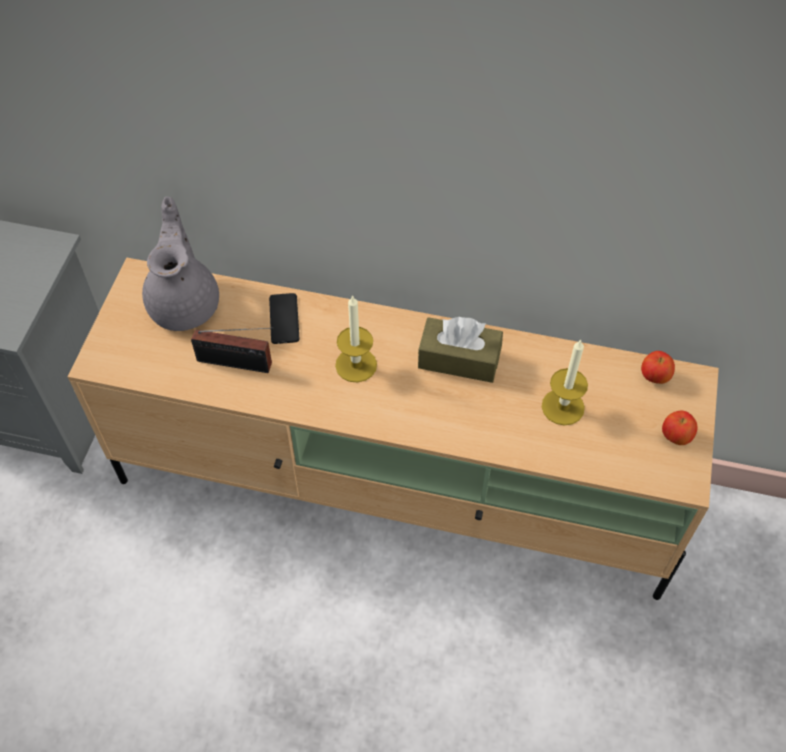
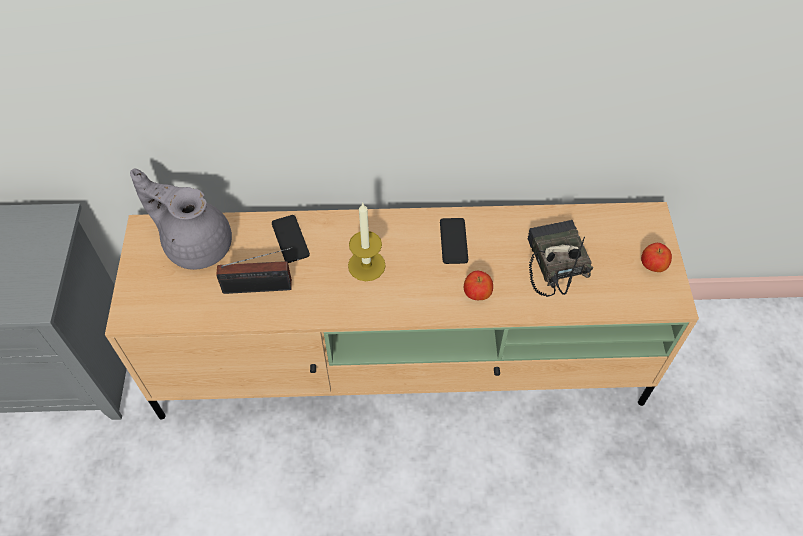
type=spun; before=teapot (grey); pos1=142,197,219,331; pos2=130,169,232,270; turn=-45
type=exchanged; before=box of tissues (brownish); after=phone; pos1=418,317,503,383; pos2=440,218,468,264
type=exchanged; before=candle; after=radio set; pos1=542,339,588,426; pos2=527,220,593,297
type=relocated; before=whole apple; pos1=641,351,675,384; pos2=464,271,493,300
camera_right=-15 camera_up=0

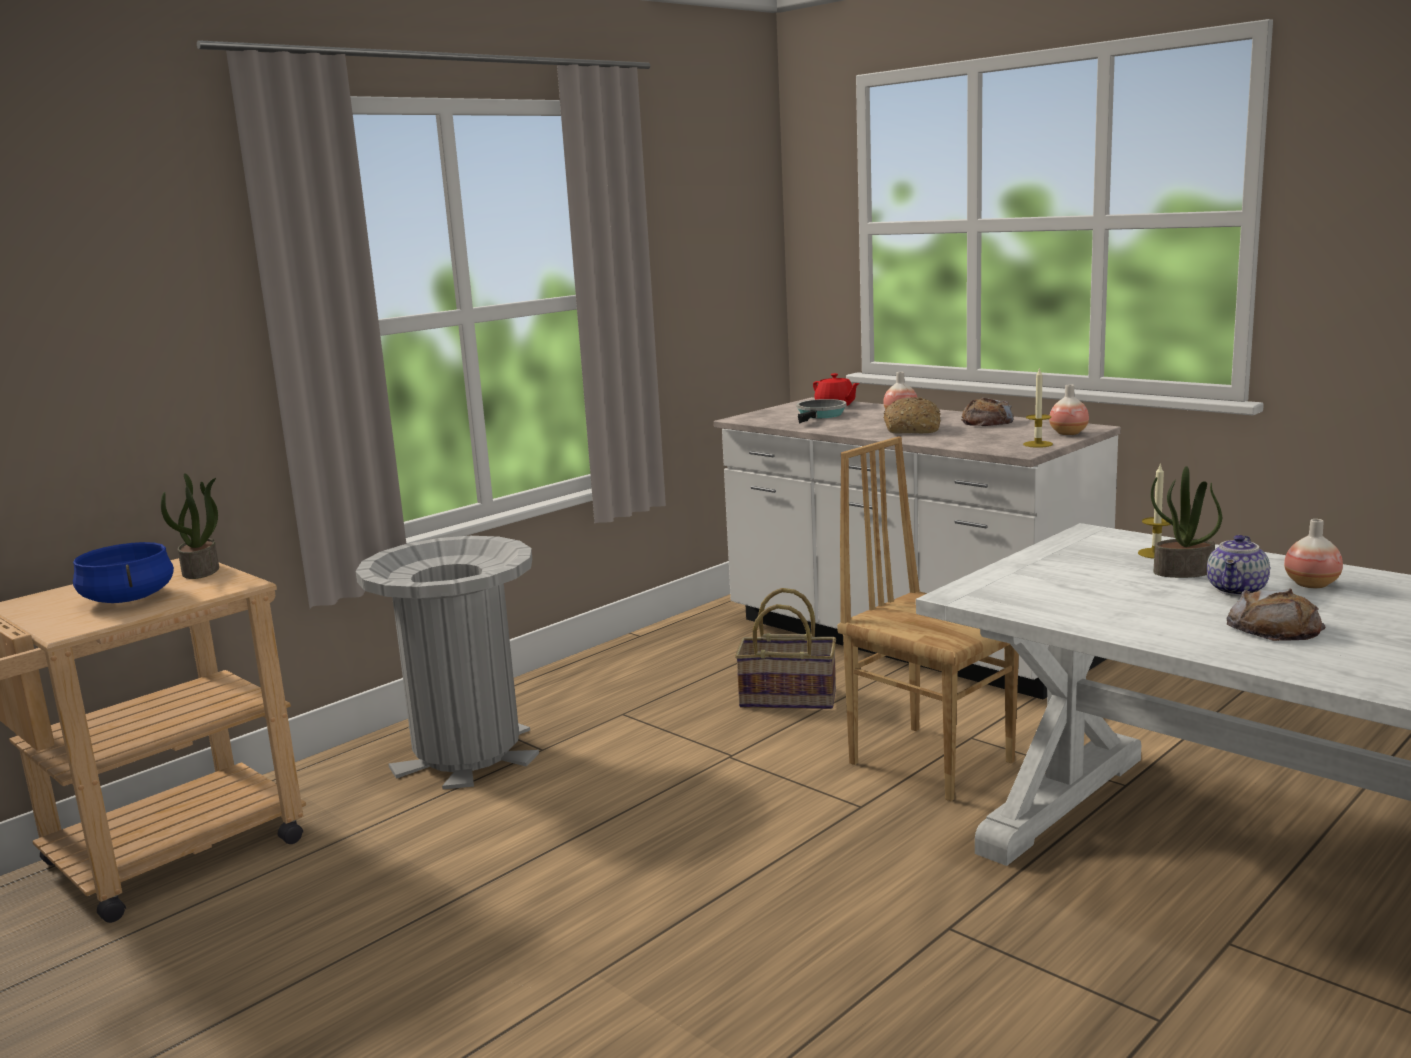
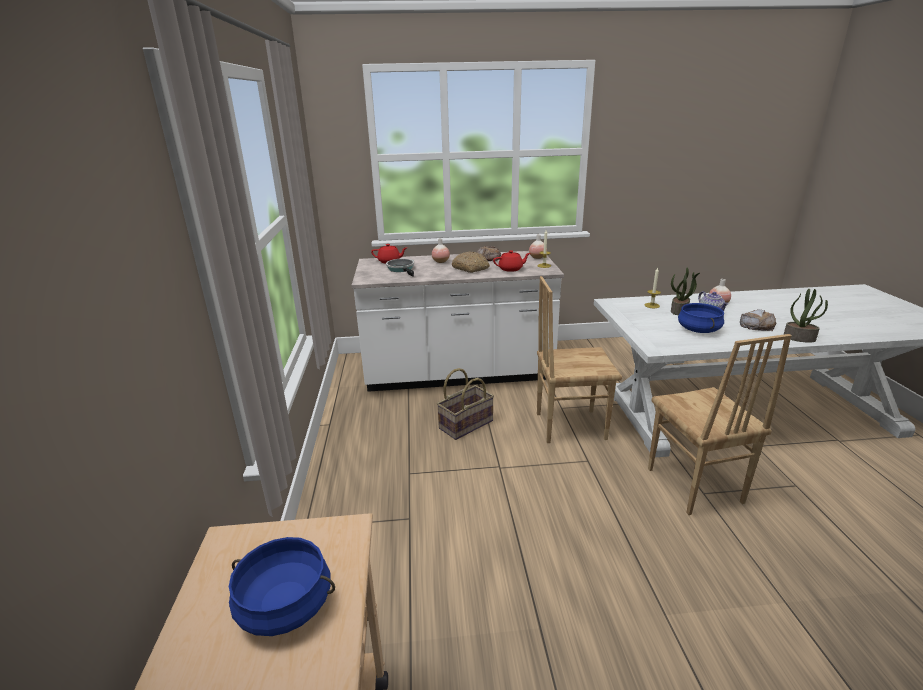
type=relocated; before=plant in a pot; pos1=161,473,219,579; pos2=783,289,828,343
type=missing; before=waste bin (grey); pos1=356,536,539,789
type=appeared; after=teapot (reddish); pos2=493,250,530,272
type=appeared; after=cooking pot (bluish); pos2=678,303,724,333
type=appeared; after=chair (brownish); pos2=648,334,792,515
camera_right=-50 camera_up=10

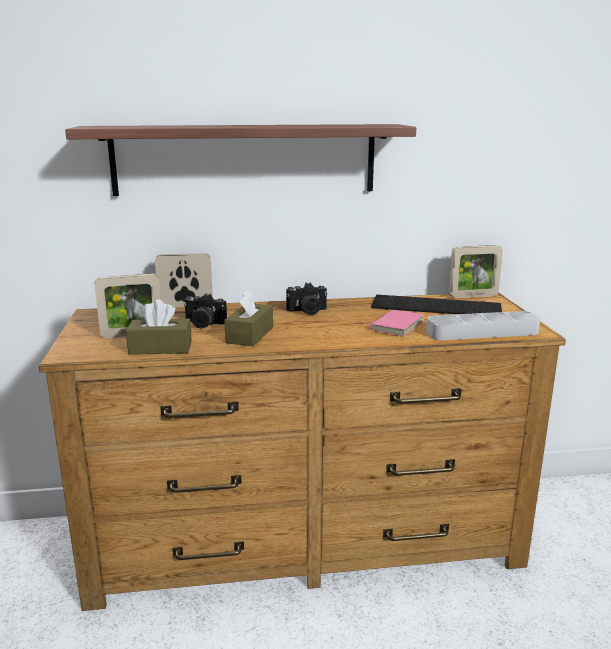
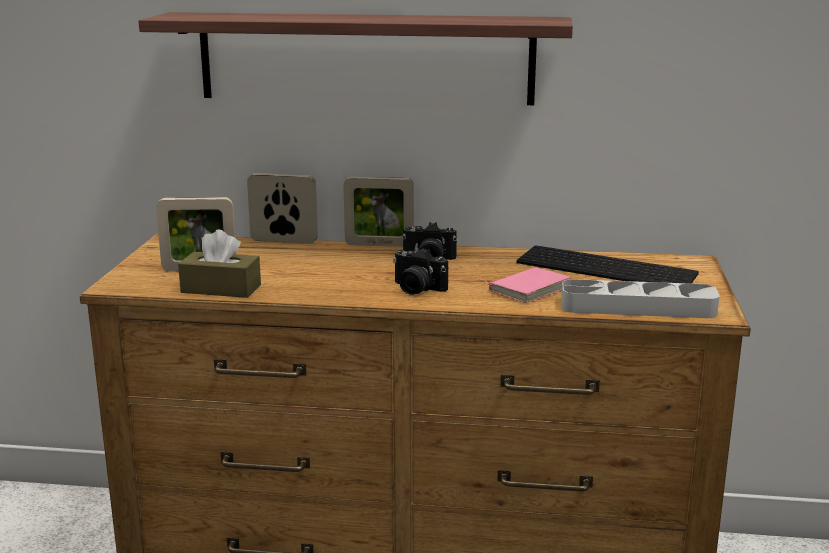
type=relocated; before=photo frame; pos1=449,245,503,298; pos2=344,177,414,247
type=missing; before=box of tissues (brownish); pos1=224,289,273,346
type=relocated; before=still camera; pos1=184,294,227,328; pos2=393,248,448,295
camera_right=15 camera_up=0

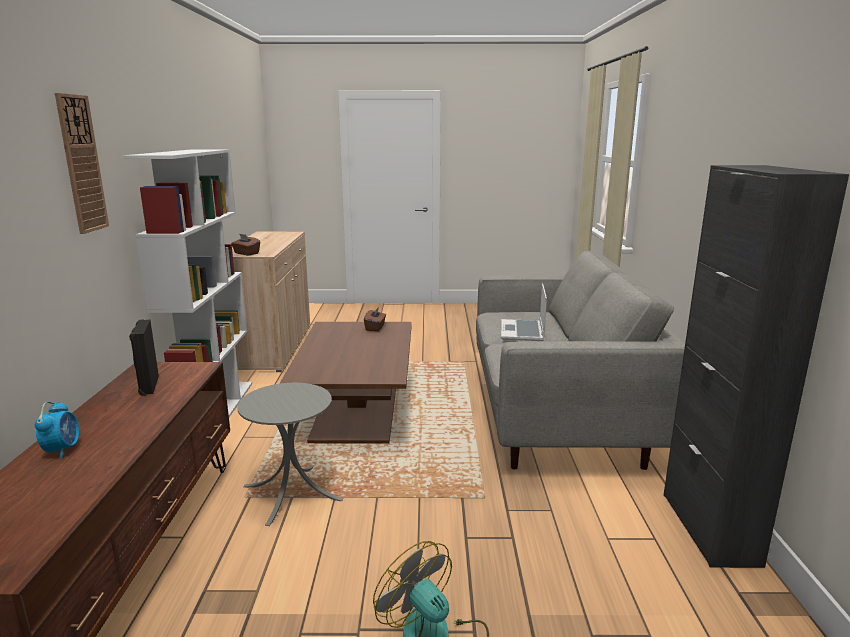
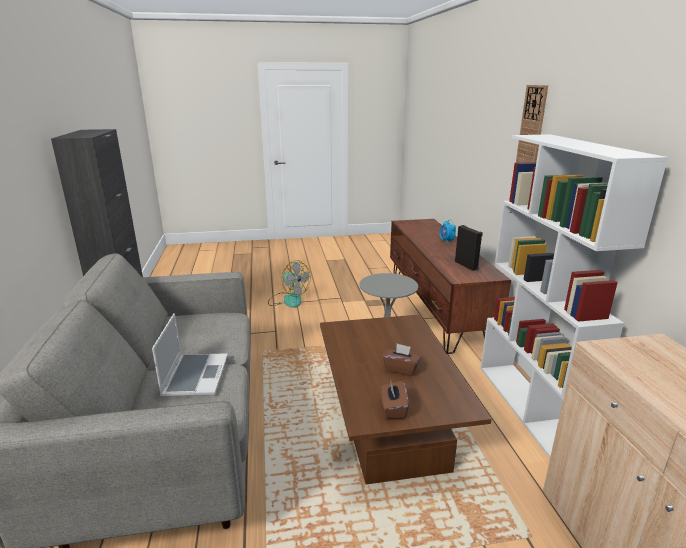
type=relocated; before=box of tissues (brownish); pos1=231,233,260,255; pos2=383,344,421,376
camera_right=170 camera_up=5

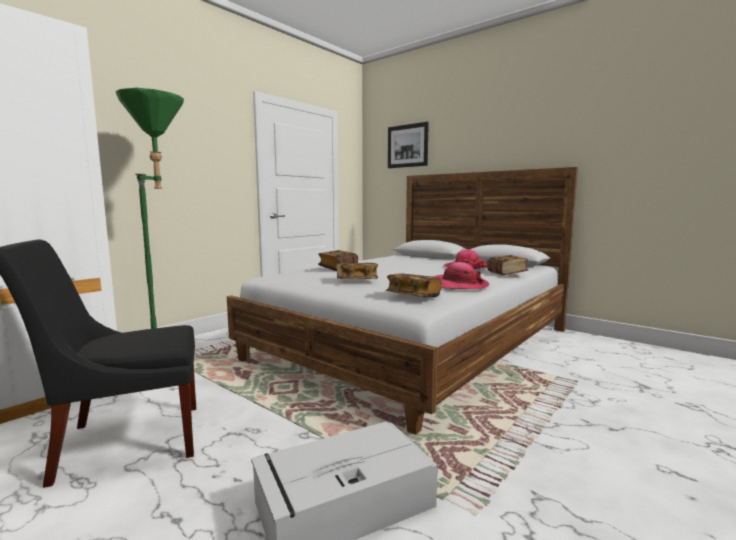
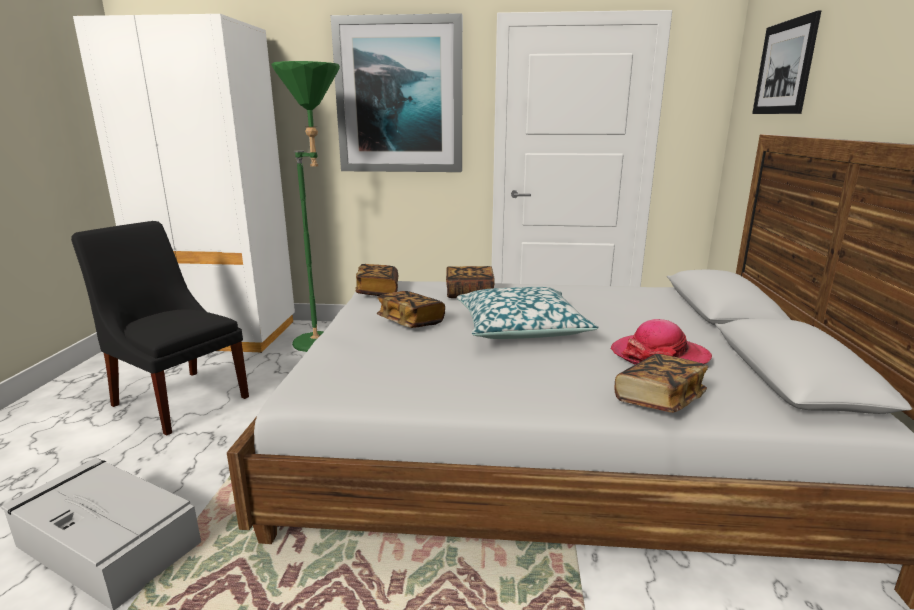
type=missing; before=clothing hat; pos1=433,262,490,289
type=relocated; before=book; pos1=386,273,442,298; pos2=355,264,398,296
type=appeared; after=picture; pos2=331,13,463,172
type=appeared; after=cushion; pos2=457,287,598,339
camera_right=55 camera_up=10

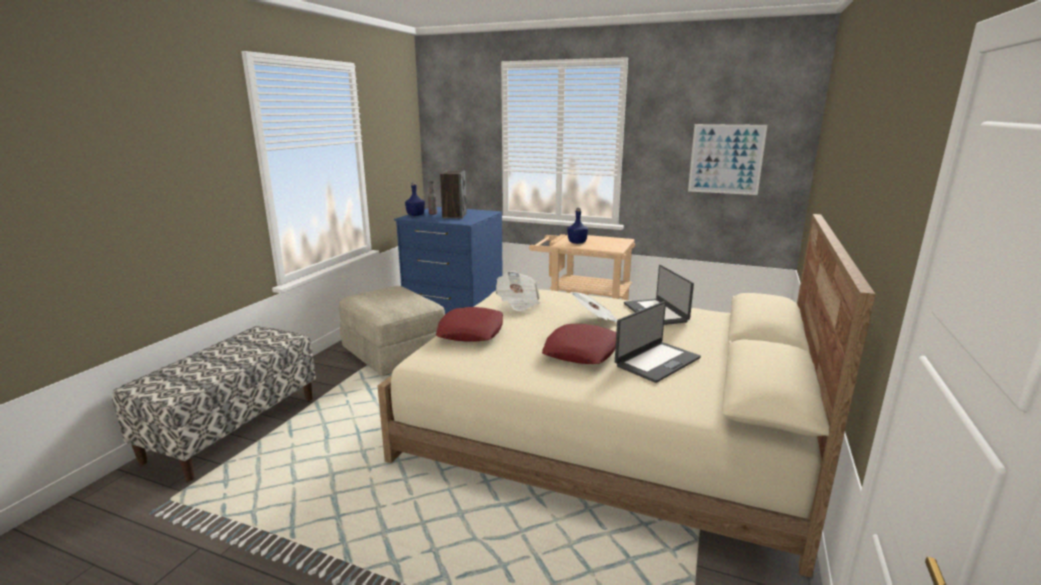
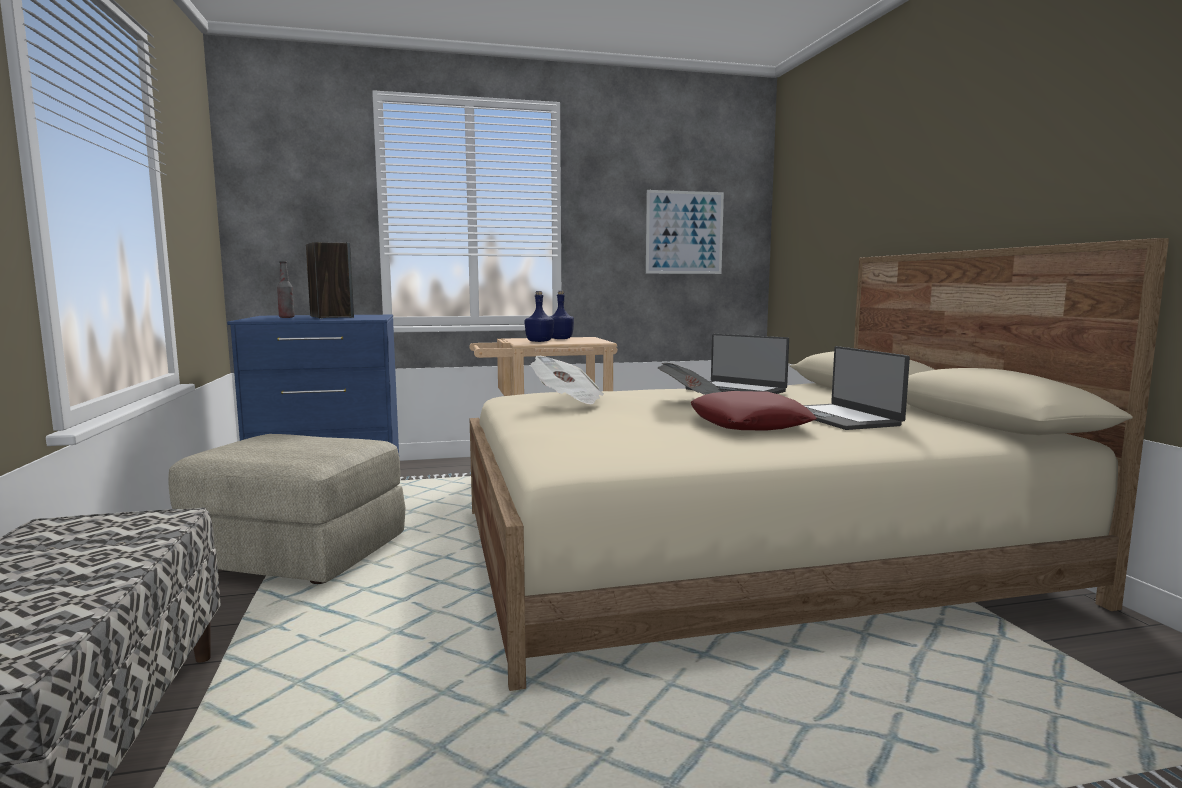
type=relocated; before=bottle (bluish); pos1=405,182,425,216; pos2=550,291,574,339
type=spun; before=laptop; pos1=615,301,701,383; pos2=803,346,910,430; turn=150
type=missing; before=cushion (reddish); pos1=436,307,503,342
camera_right=-35 camera_up=-10

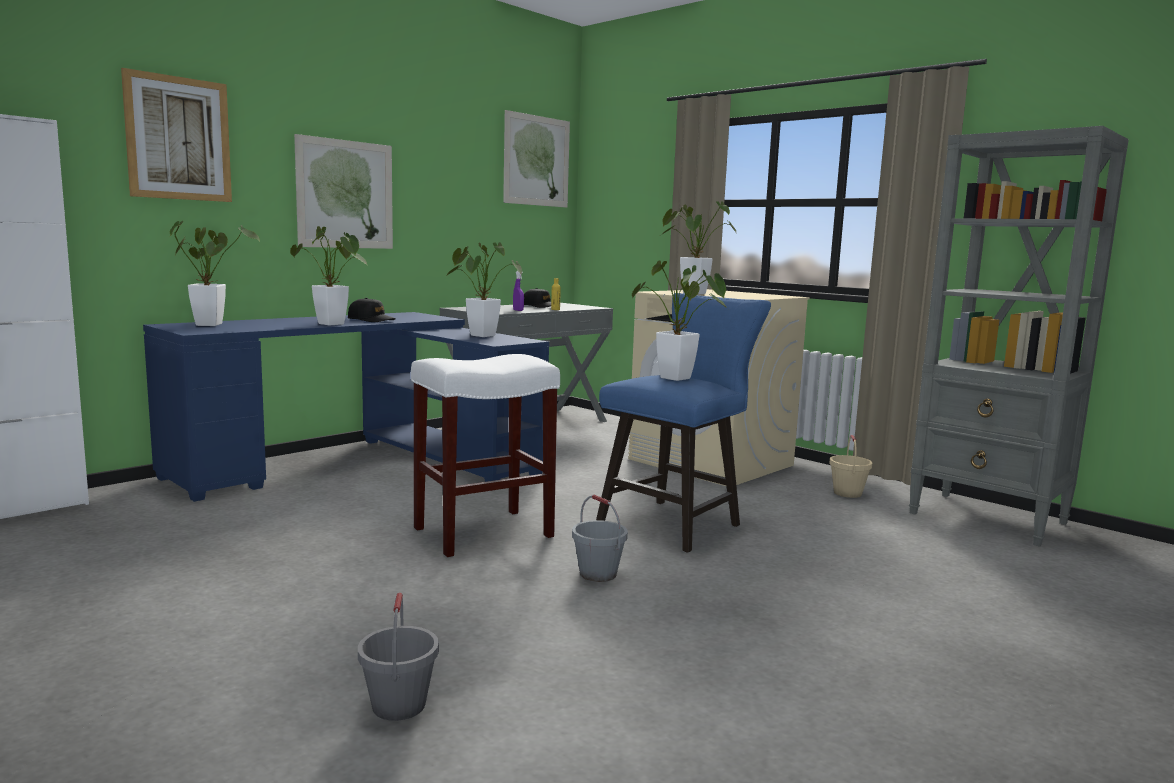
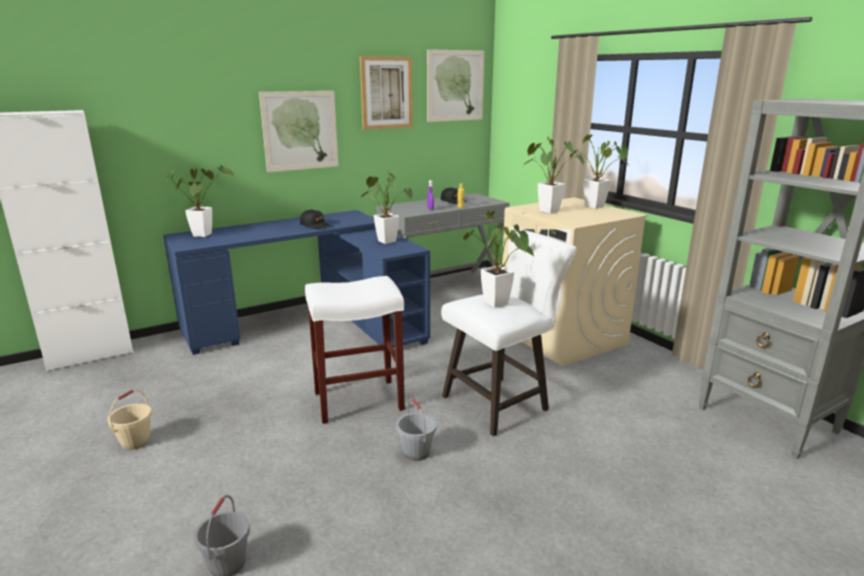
type=relocated; before=picture; pos1=121,68,232,202; pos2=360,56,413,130
type=relocated; before=plant in a pot; pos1=290,226,367,325; pos2=570,134,628,209
type=colour; before=stool seat (bluish); after=stool seat (whitish); pos1=596,293,771,553; pos2=441,227,576,436
type=relocated; before=pail (beige-coloured); pos1=829,435,872,498; pos2=108,389,152,450
camera_right=15 camera_up=10

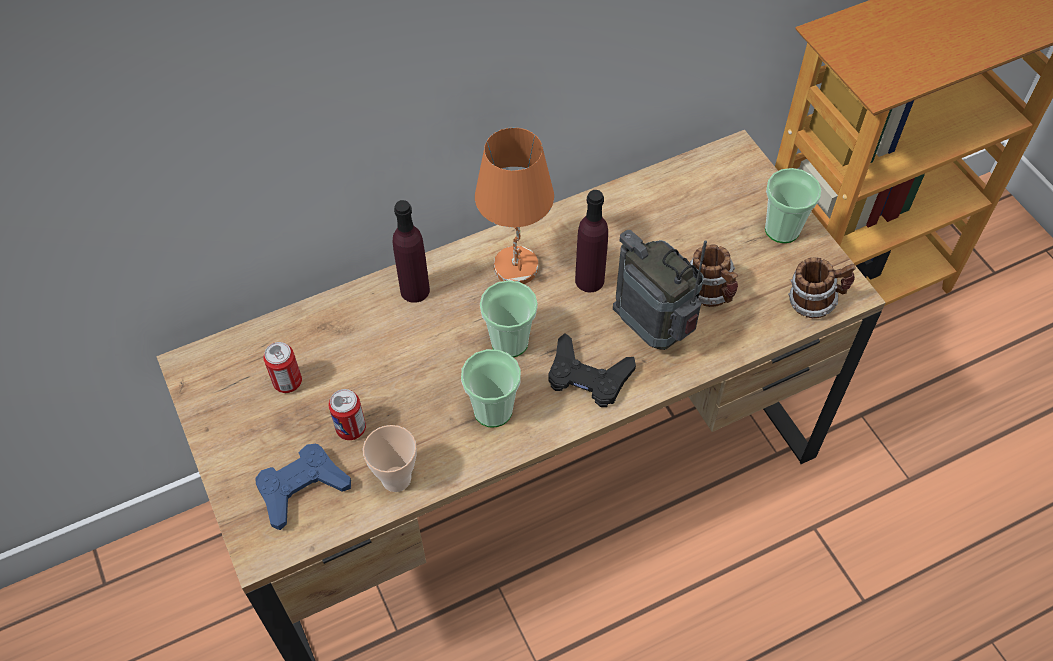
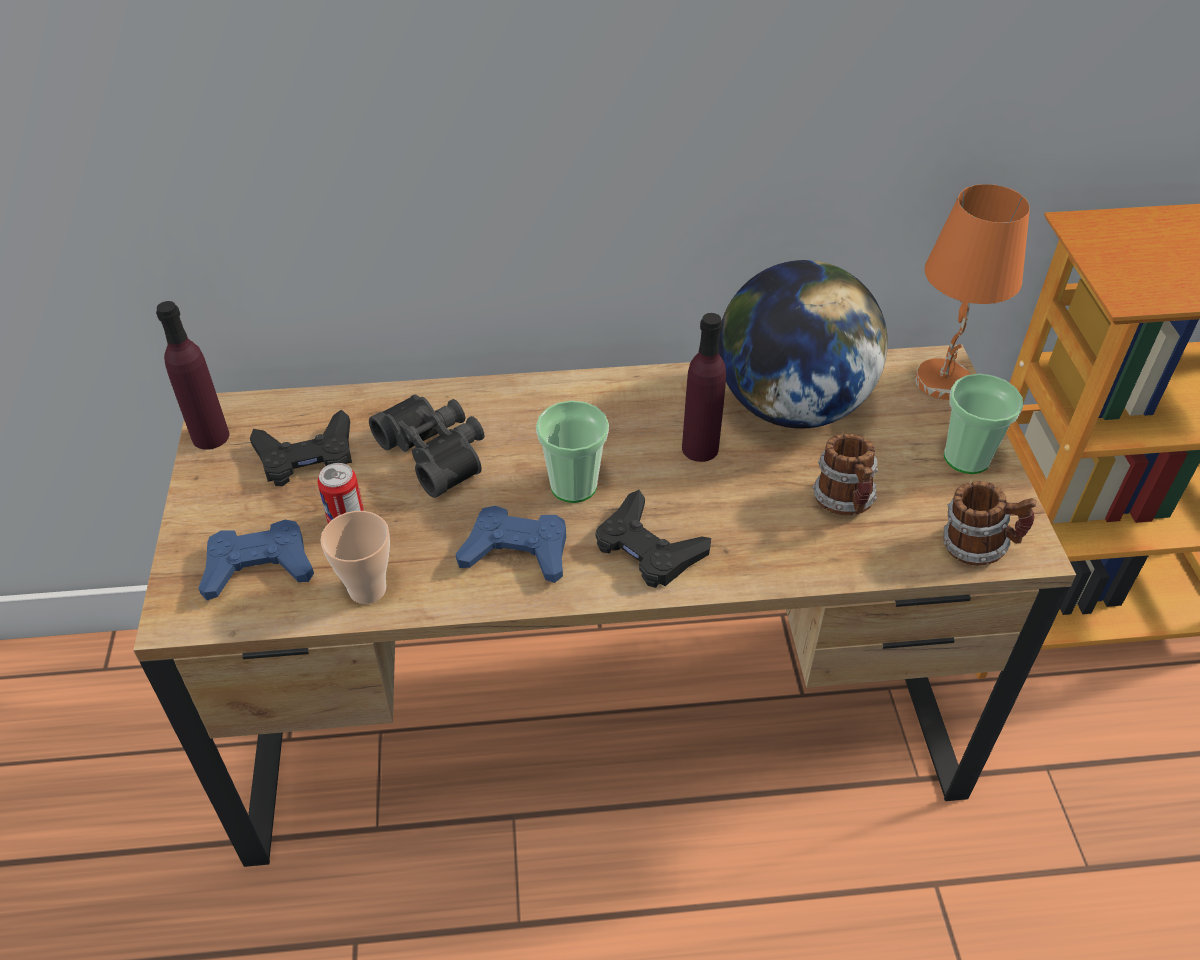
type=relocated; before=lamp for a table (orange-coloured); pos1=475,128,554,284; pos2=915,184,1030,400
type=relocated; before=bottle (purplish); pos1=393,200,430,303; pos2=156,301,229,450
type=missing; before=radio set; pos1=613,230,707,350
type=exchanged; before=sealed can; after=gamepad (blackish); pos1=263,342,302,393; pos2=250,409,352,486
type=exchanged; before=drinking cup; after=gamepad (bluish); pos1=461,349,521,427; pos2=456,506,566,583
type=appeared; after=world globe; pos2=719,260,888,429
type=appeared; after=field glasses (blackish); pos2=369,395,485,498
camera_right=20 camera_up=-10

